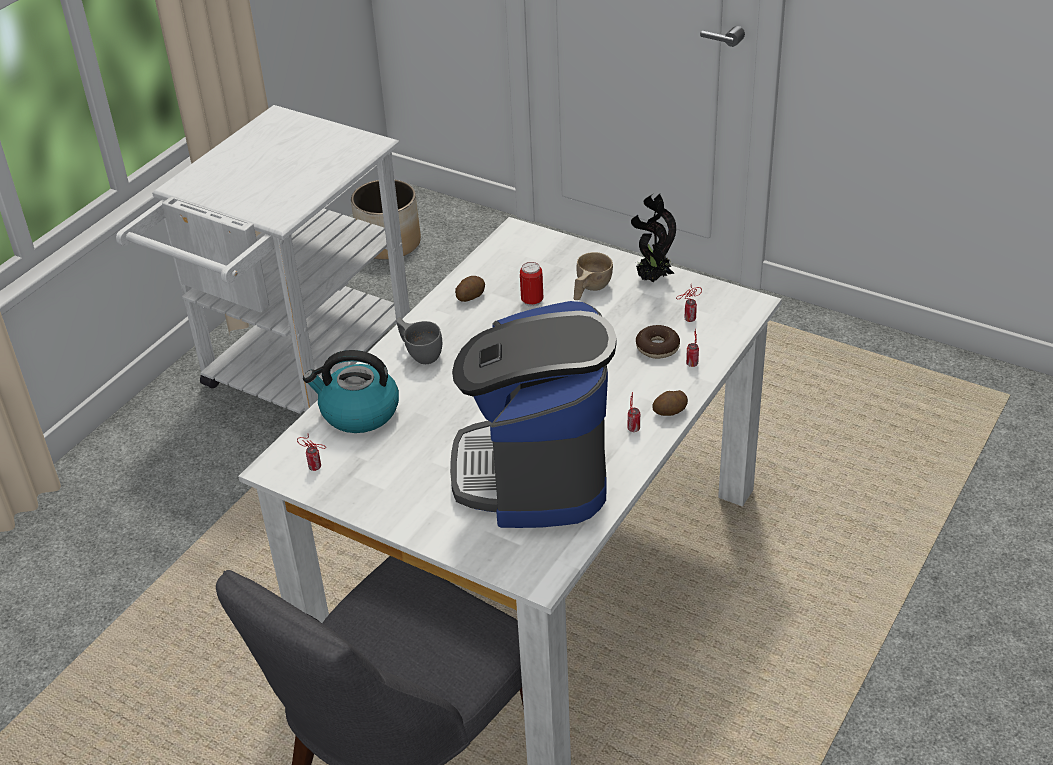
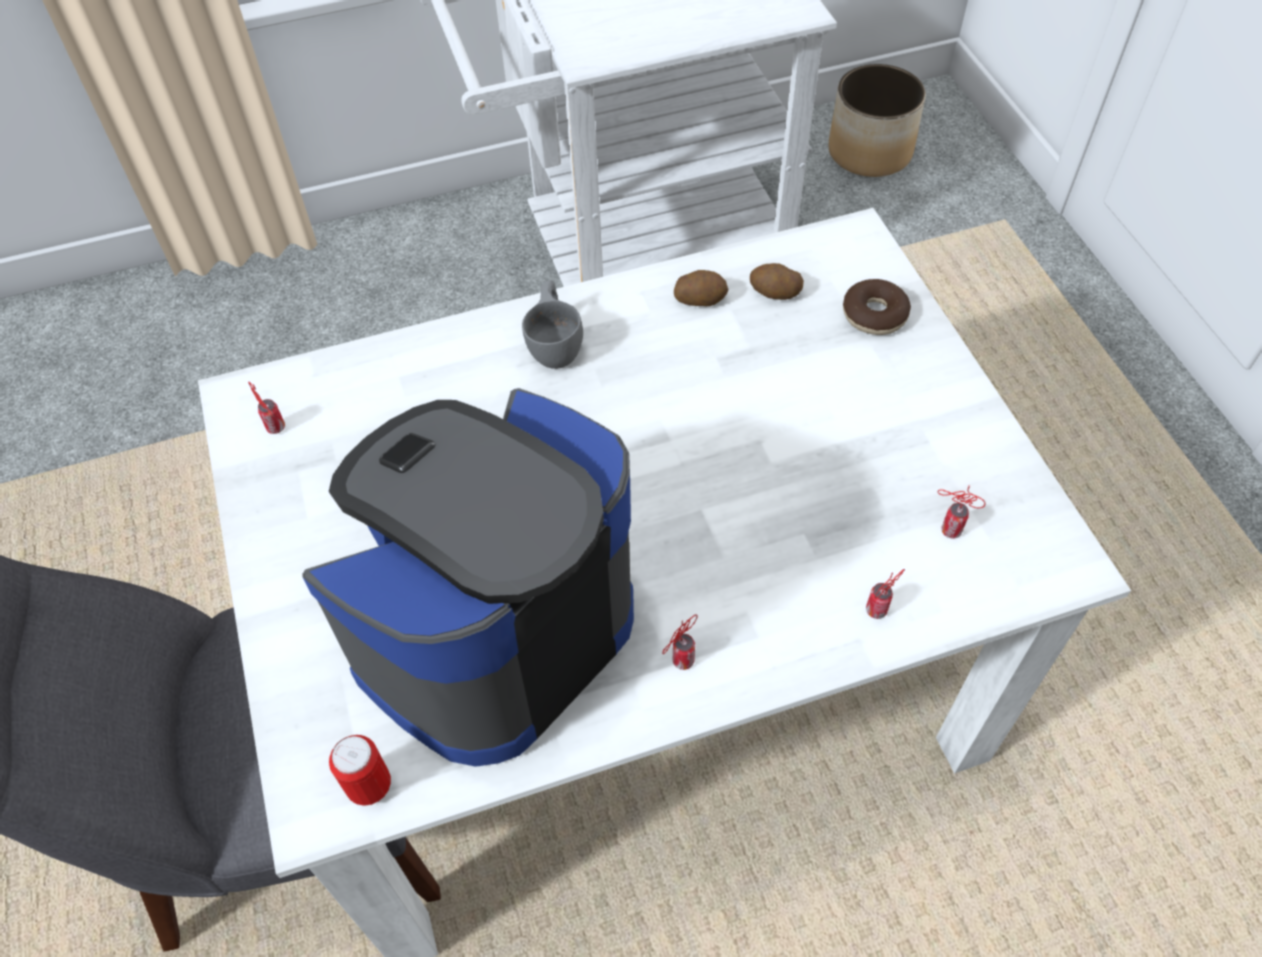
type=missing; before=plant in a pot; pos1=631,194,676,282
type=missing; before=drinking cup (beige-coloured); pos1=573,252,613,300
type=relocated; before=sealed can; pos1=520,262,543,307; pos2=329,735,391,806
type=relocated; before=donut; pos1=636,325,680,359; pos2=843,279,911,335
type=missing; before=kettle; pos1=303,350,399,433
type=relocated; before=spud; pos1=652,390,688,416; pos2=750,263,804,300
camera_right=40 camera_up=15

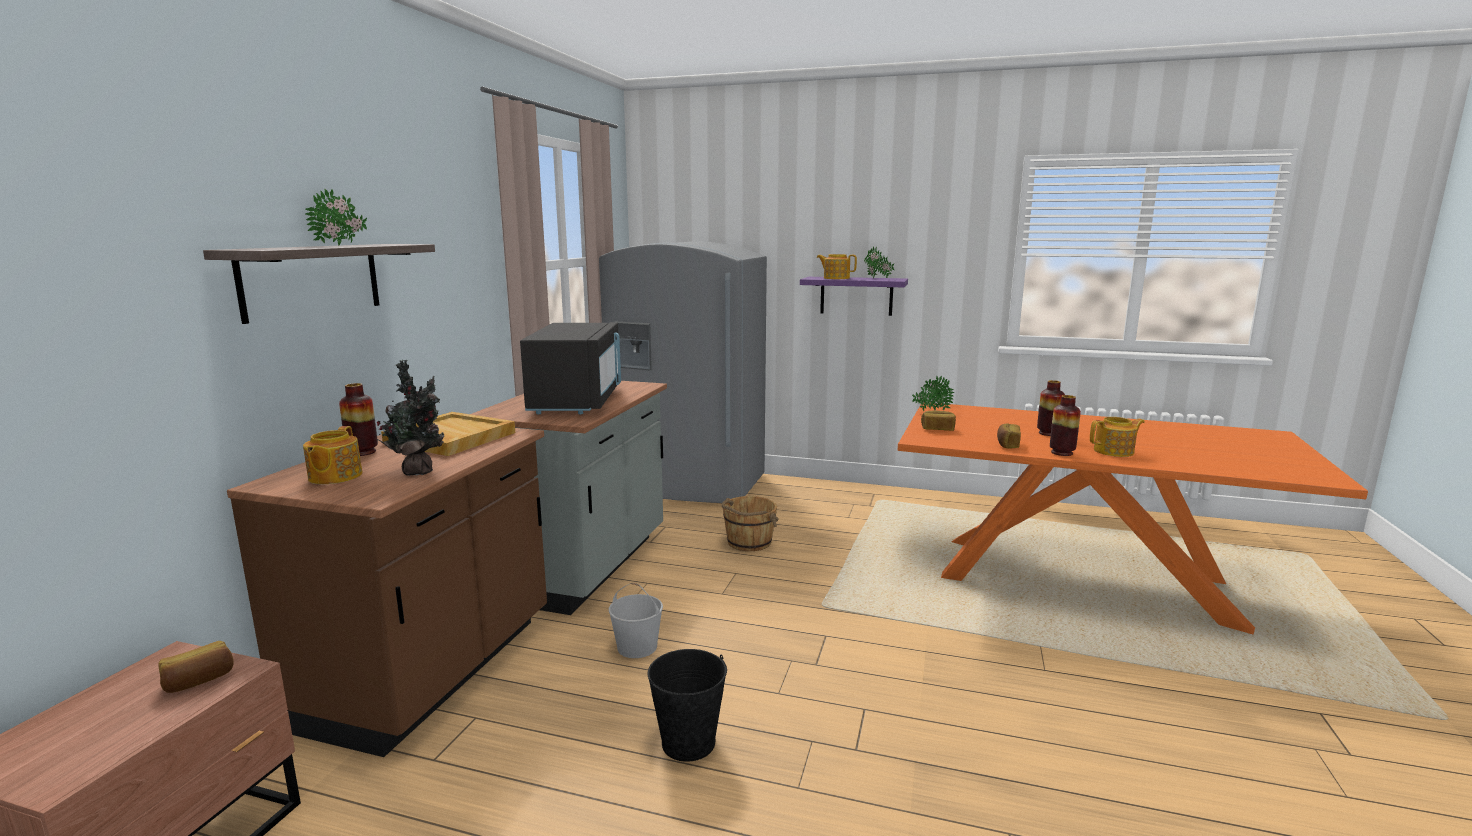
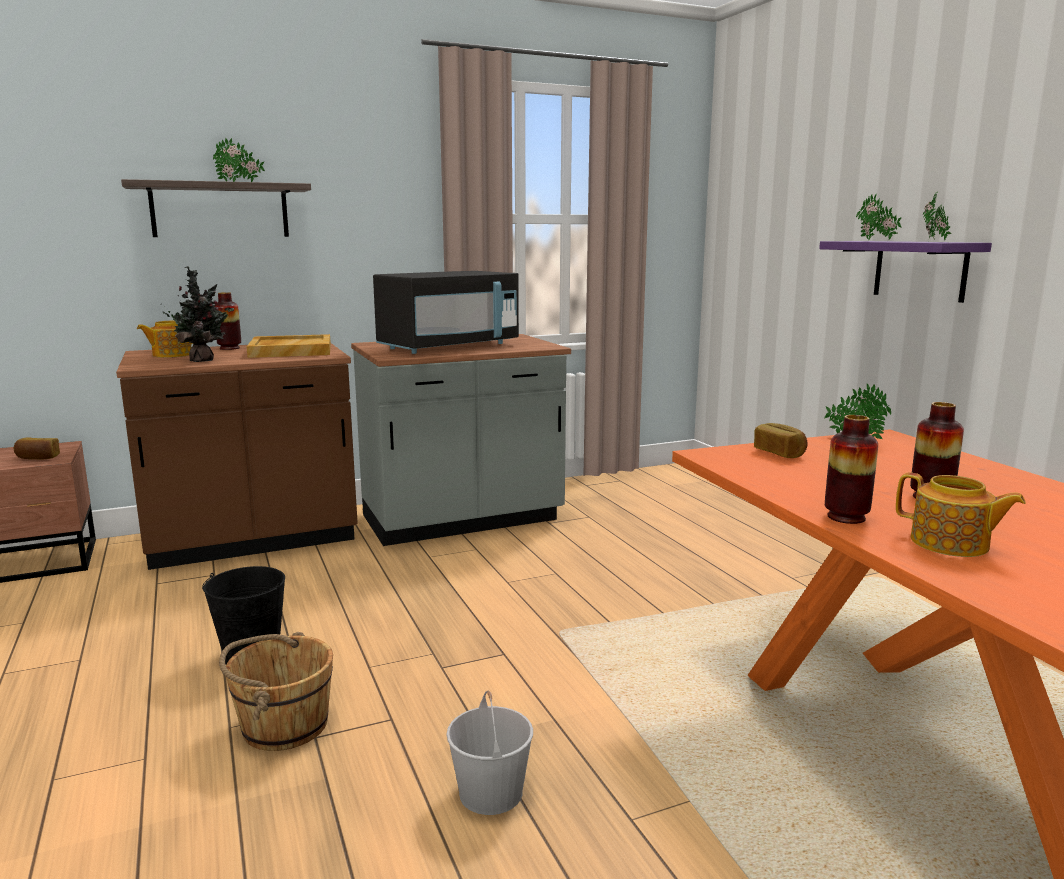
type=missing; before=fridge (grey); pos1=599,241,767,503
type=exchanged; before=teapot; after=plant in a pot; pos1=817,254,857,279; pos2=856,194,902,240
type=missing; before=baked bread; pos1=997,424,1021,448
type=relocated; before=pail (brownish); pos1=721,496,779,551; pos2=219,632,333,751
type=relocated; before=pail (whitish); pos1=609,583,663,658; pos2=446,690,533,815
camera_right=50 camera_up=0

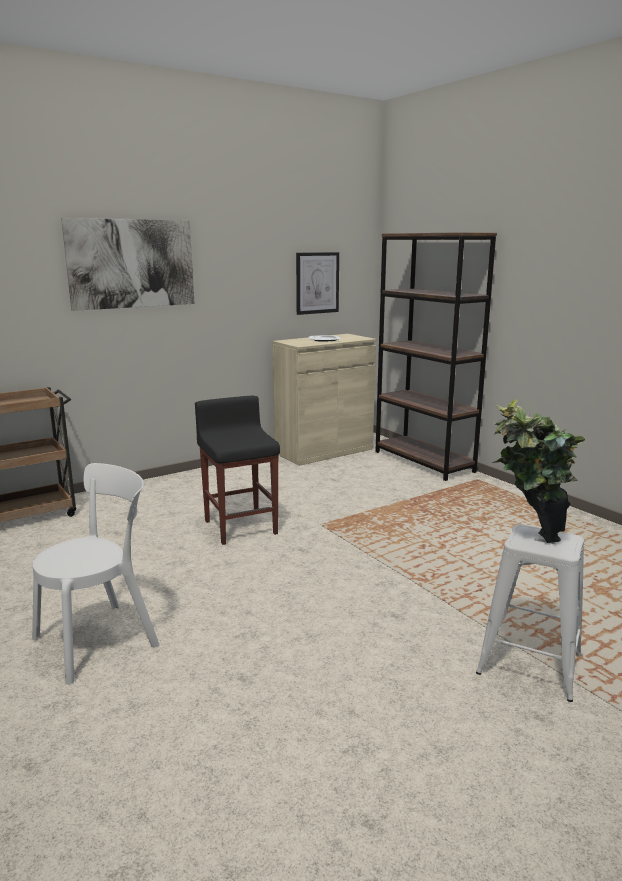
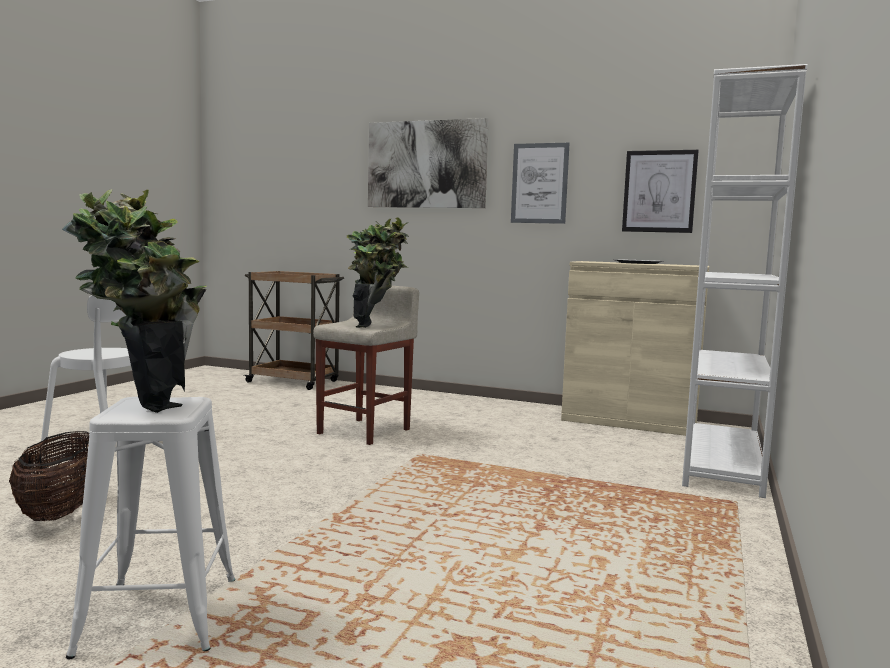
type=colour; before=bookshelf (brownish); after=bookshelf (whitish); pos1=375,232,497,481; pos2=682,64,808,498
type=colour; before=stool seat (blackish); after=stool seat (beige-coloured); pos1=195,396,280,545; pos2=313,286,419,445
type=appeared; after=picture; pos2=511,143,570,224
type=appeared; after=plant in a pot; pos2=347,217,409,328
type=appeared; after=basket; pos2=9,431,89,521
camera_right=55 camera_up=-10

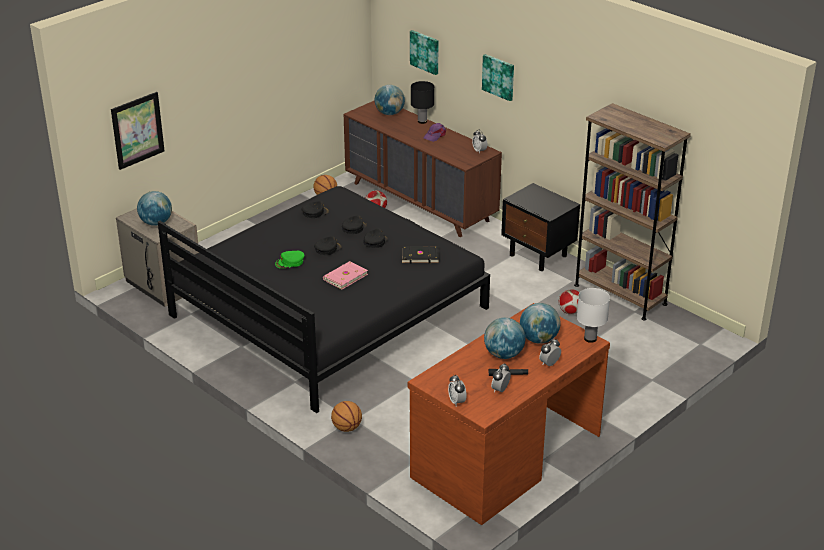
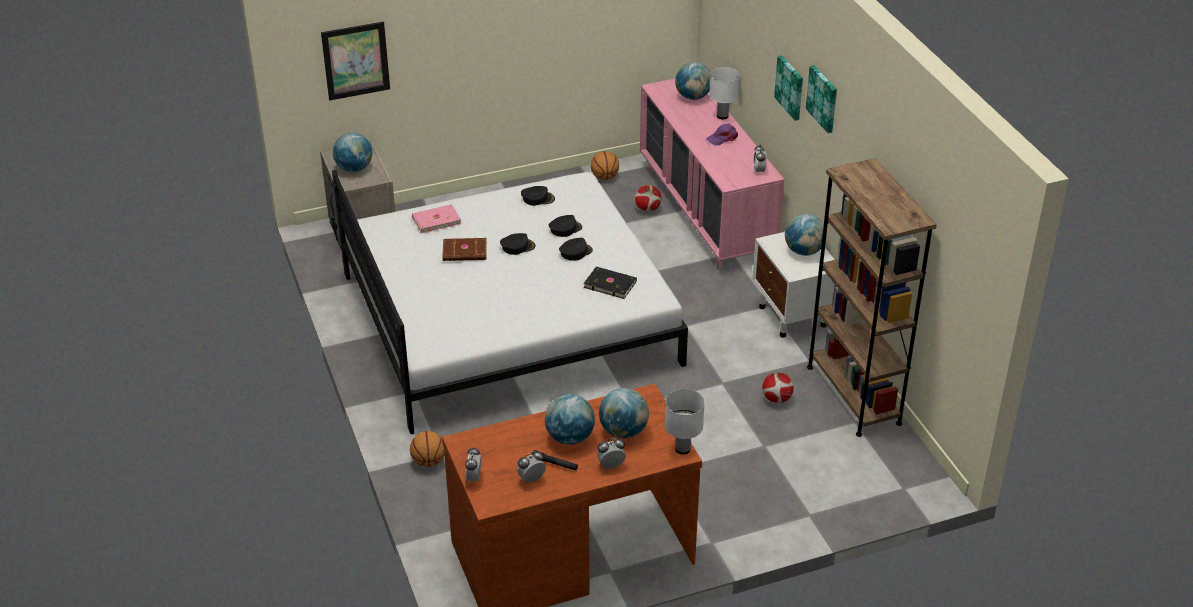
type=relocated; before=picture; pos1=410,30,439,75; pos2=806,65,837,133
type=colour; before=lamp for a table (blackish); after=lamp for a table (whitish); pos1=411,81,434,124; pos2=709,67,740,119
type=colour; before=drawer chest (brownish); after=drawer chest (pink); pos1=344,100,502,237; pos2=640,79,784,268
type=colour; before=nightstand (blackish); after=nightstand (whitish); pos1=501,183,580,271; pos2=752,232,835,338
type=colour; before=bed (blackish); after=bed (whitish); pos1=158,186,490,413; pos2=332,170,688,434
type=exchanged; before=cap (greenish); after=book (brownish); pos1=275,251,305,269; pos2=442,238,487,261
type=relocated; before=book (pink); pos1=323,261,368,290; pos2=412,204,461,233
type=appeared; after=world globe; pos2=785,214,827,256
camera_right=25 camera_up=5

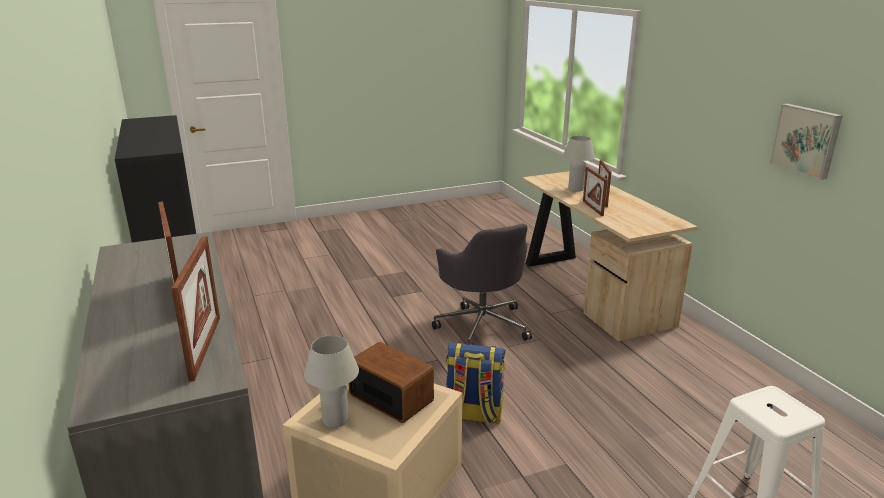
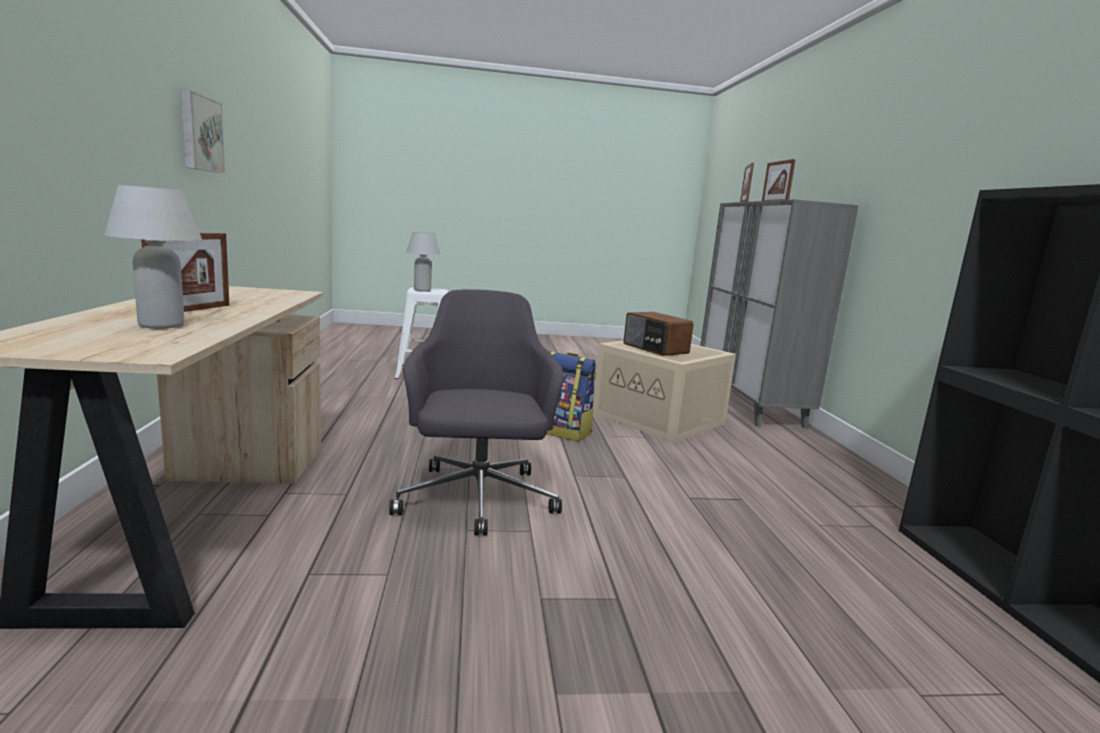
type=missing; before=photo frame; pos1=583,167,607,216
type=relocated; before=lamp for a table (whitish); pos1=304,335,359,428; pos2=406,232,441,292
camera_right=-165 camera_up=-10

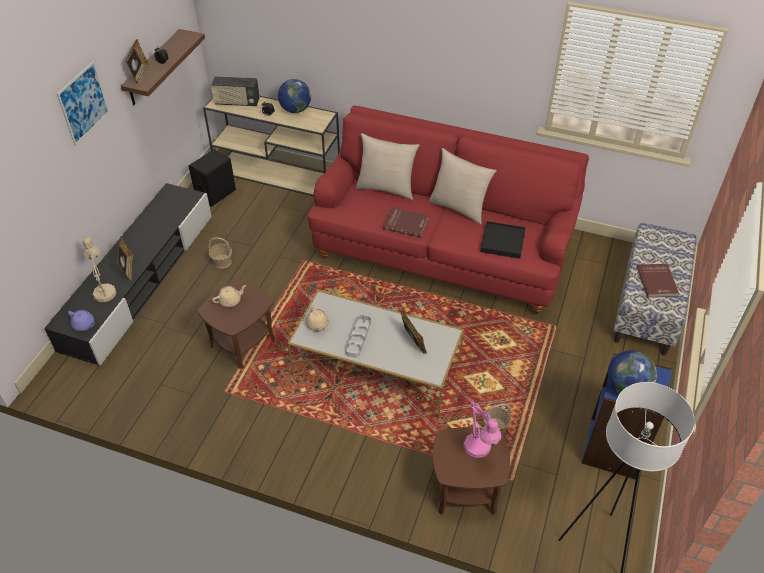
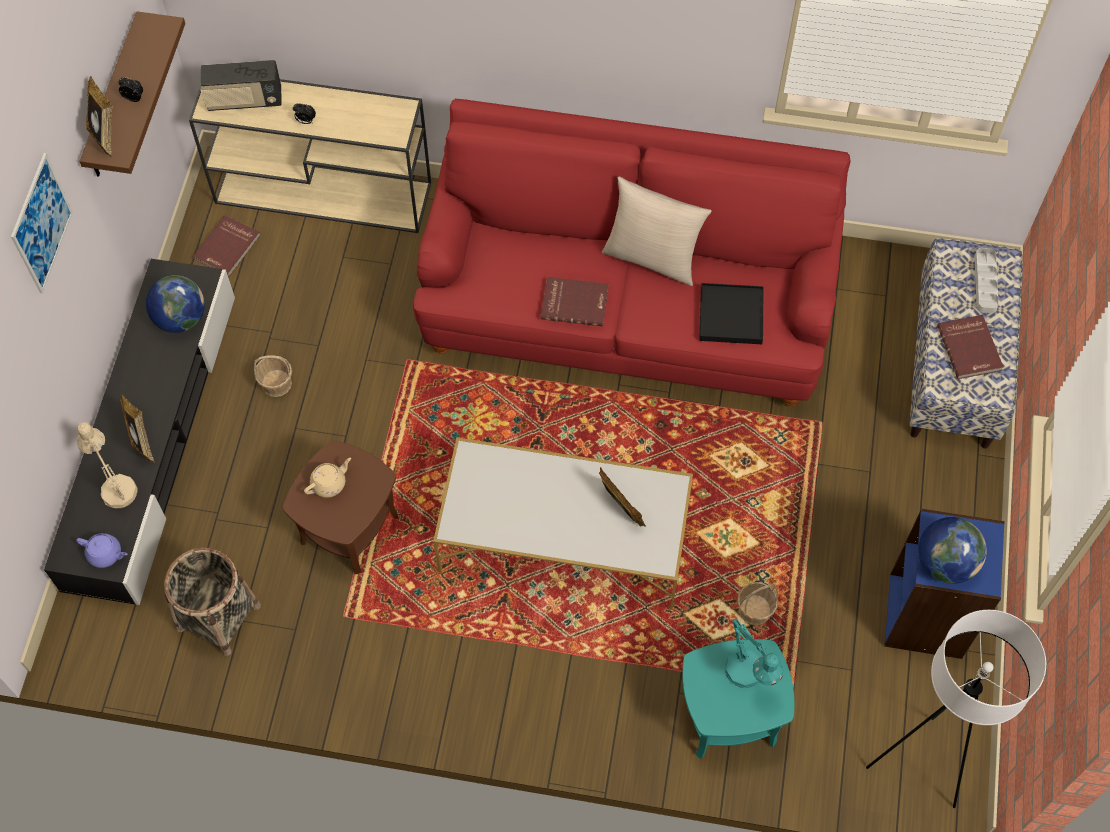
type=relocated; before=world globe; pos1=278,79,311,113; pos2=146,275,205,333
type=missing; before=cushion (beige-coloured); pos1=356,133,420,200
type=exchanged; before=loudspeaker (blackish); after=book (reddish); pos1=189,149,236,207; pos2=193,215,261,277
type=missing; before=teapot (beige-coloured); pos1=306,305,329,332
type=relocated; before=carrying tray (grey); pos1=346,315,371,358; pos2=974,248,999,313
type=colour; before=lamp for a table (pink); after=lamp for a table (turquoise); pos1=463,401,501,458; pos2=725,619,783,688
type=colour; before=side table (brownish); after=side table (turquoise); pos1=432,427,510,516; pos2=682,639,794,759
type=appeared; after=basket; pos2=164,547,261,656
camera_right=-10 camera_up=15

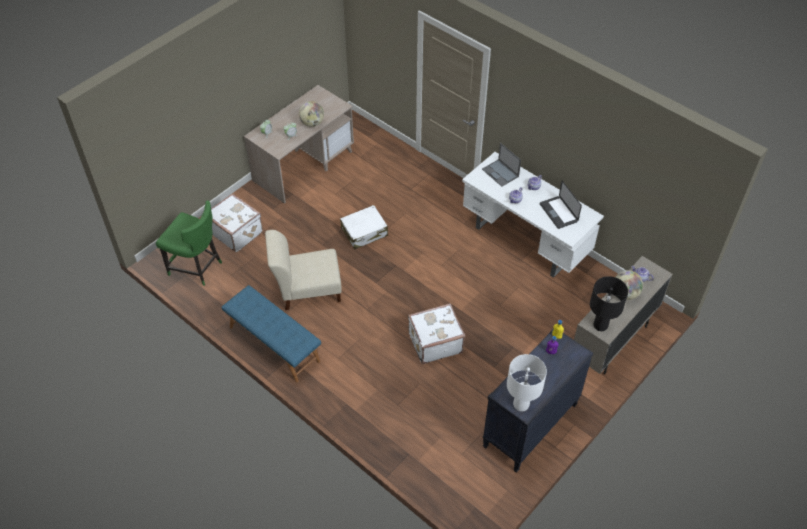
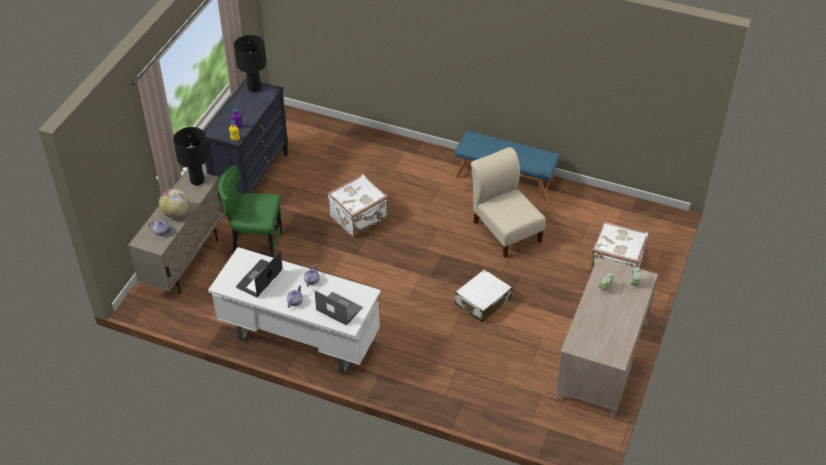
type=missing; before=world globe; pos1=299,101,324,127
type=spun; before=laptop; pos1=540,181,582,229; pos2=236,251,283,297; turn=-105
type=relocated; before=chair (greenish); pos1=156,200,222,286; pos2=218,165,282,258
type=spun; before=chair (beige-coloured); pos1=265,230,342,310; pos2=471,147,546,258; turn=-90
type=colour; before=lamp for a table (whitish); after=lamp for a table (blackish); pos1=507,354,547,412; pos2=234,35,267,92
camera_right=160 camera_up=-5

